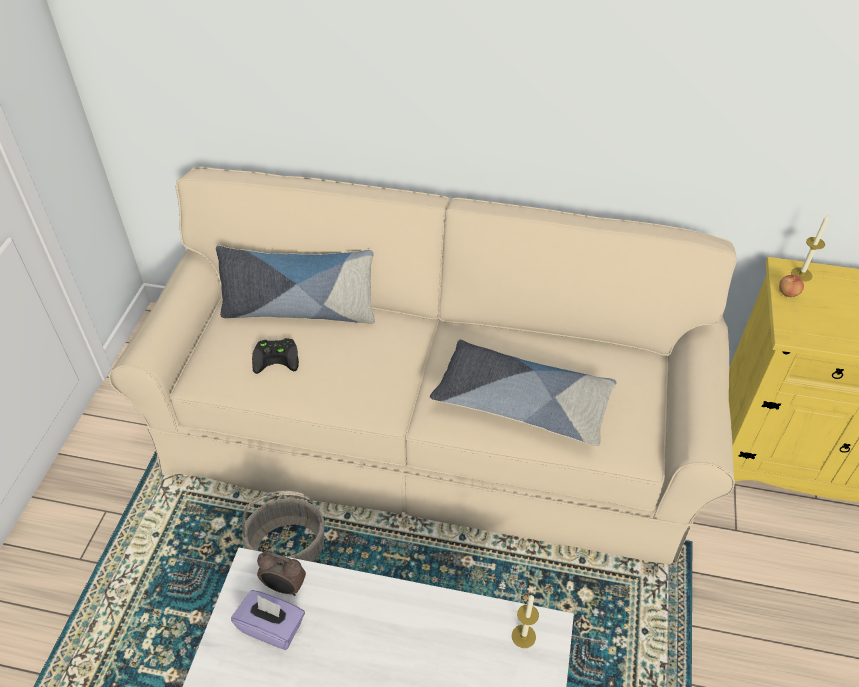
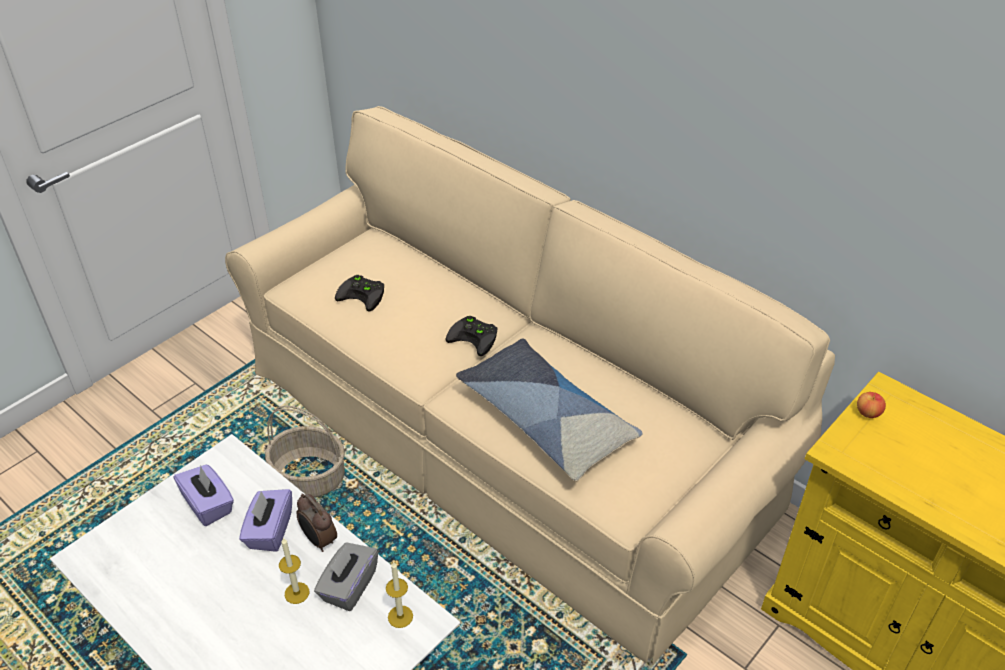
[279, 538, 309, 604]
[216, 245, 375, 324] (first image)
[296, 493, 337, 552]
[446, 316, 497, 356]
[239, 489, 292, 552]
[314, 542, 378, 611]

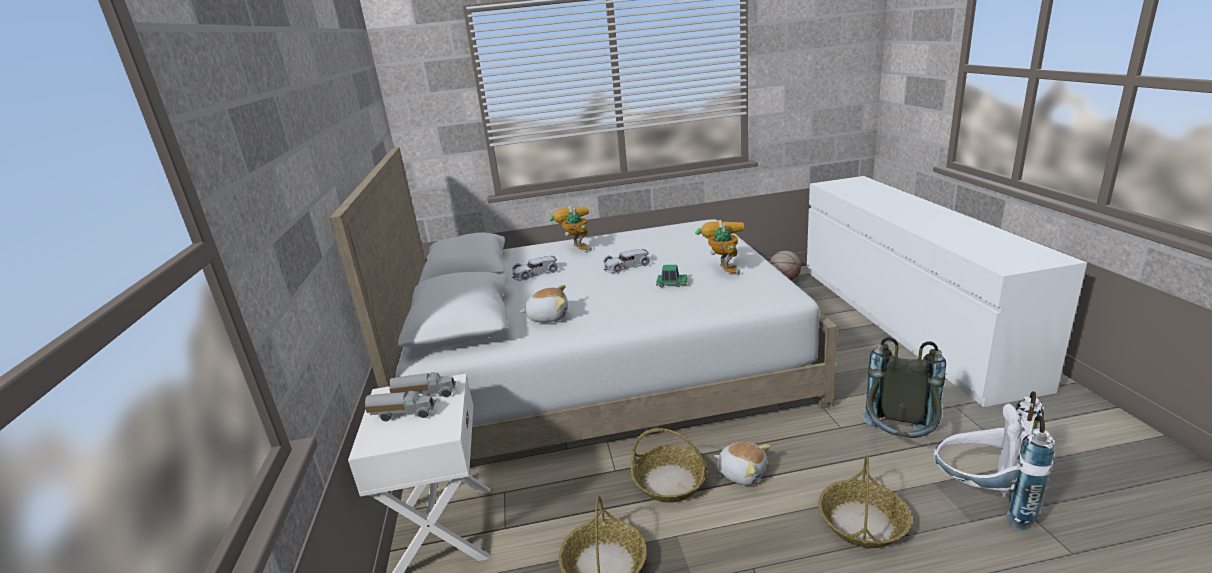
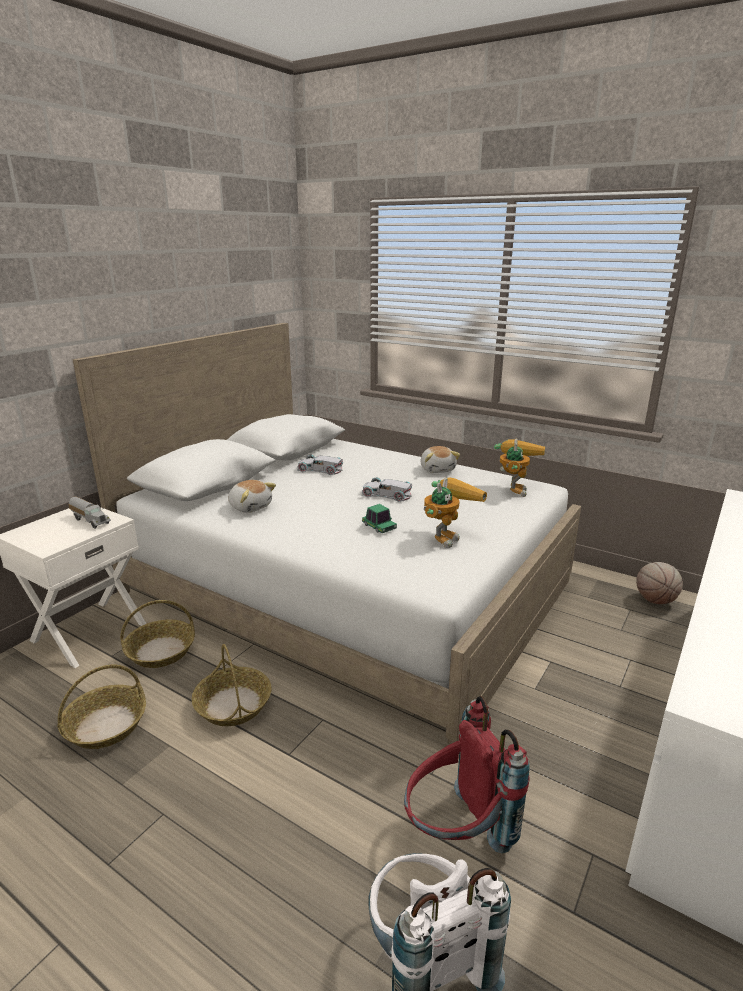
[494, 439, 545, 497]
[404, 696, 530, 854]
[365, 391, 436, 421] (first image)
[421, 446, 460, 473]
[120, 600, 195, 668]

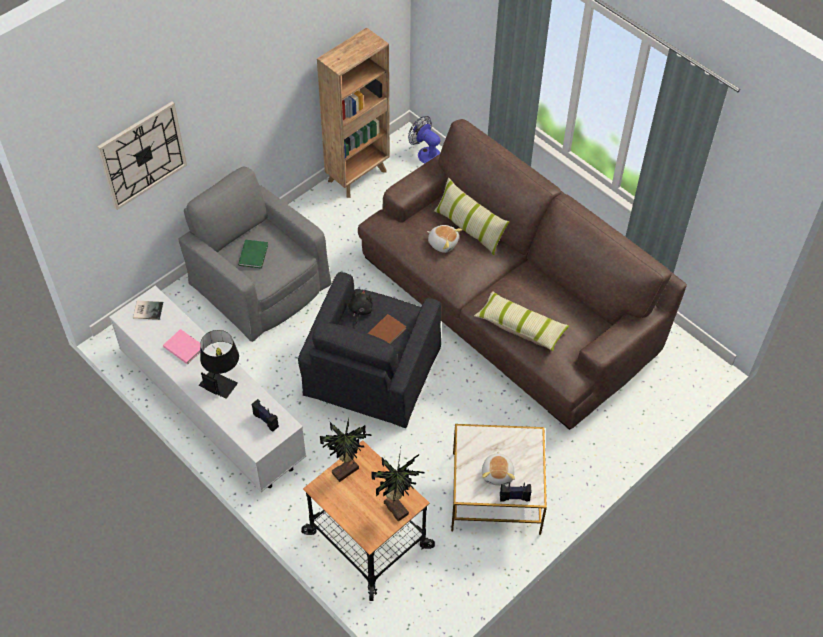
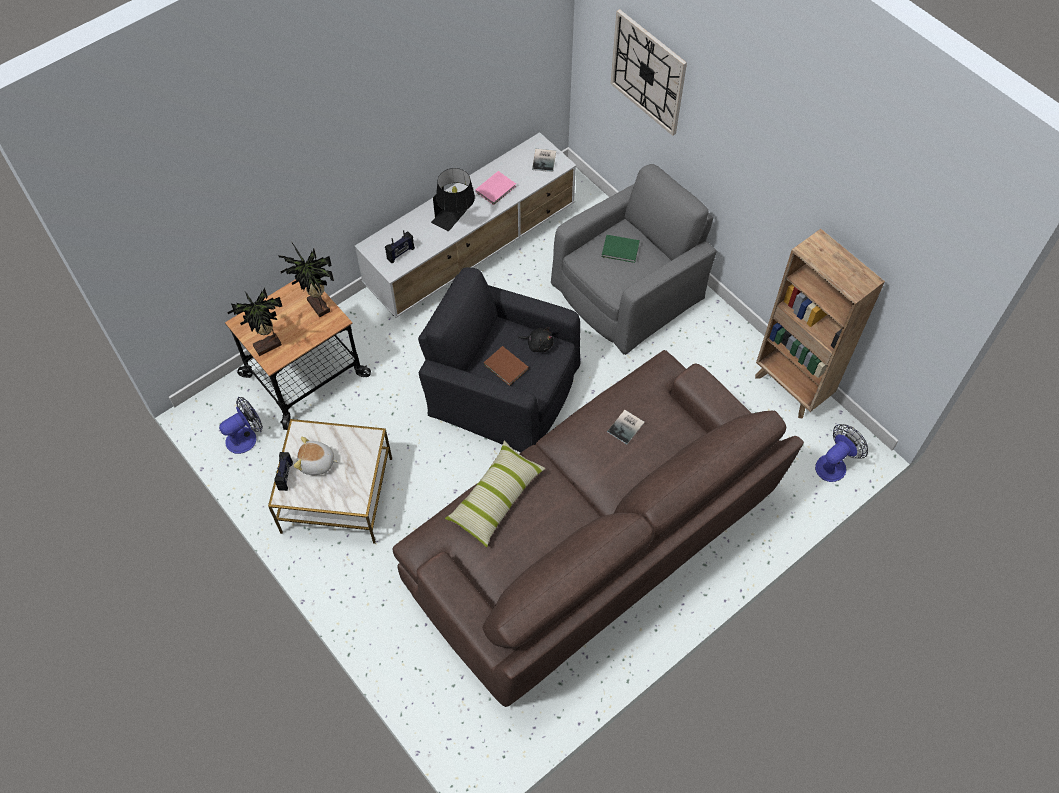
[434, 178, 509, 255] (first image)
[607, 410, 645, 445]
[219, 397, 263, 454]

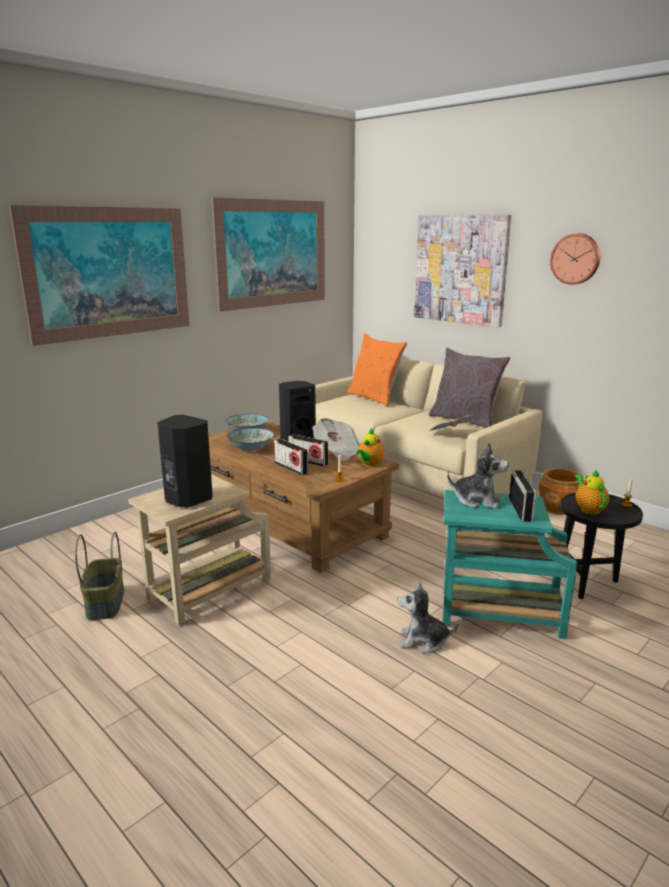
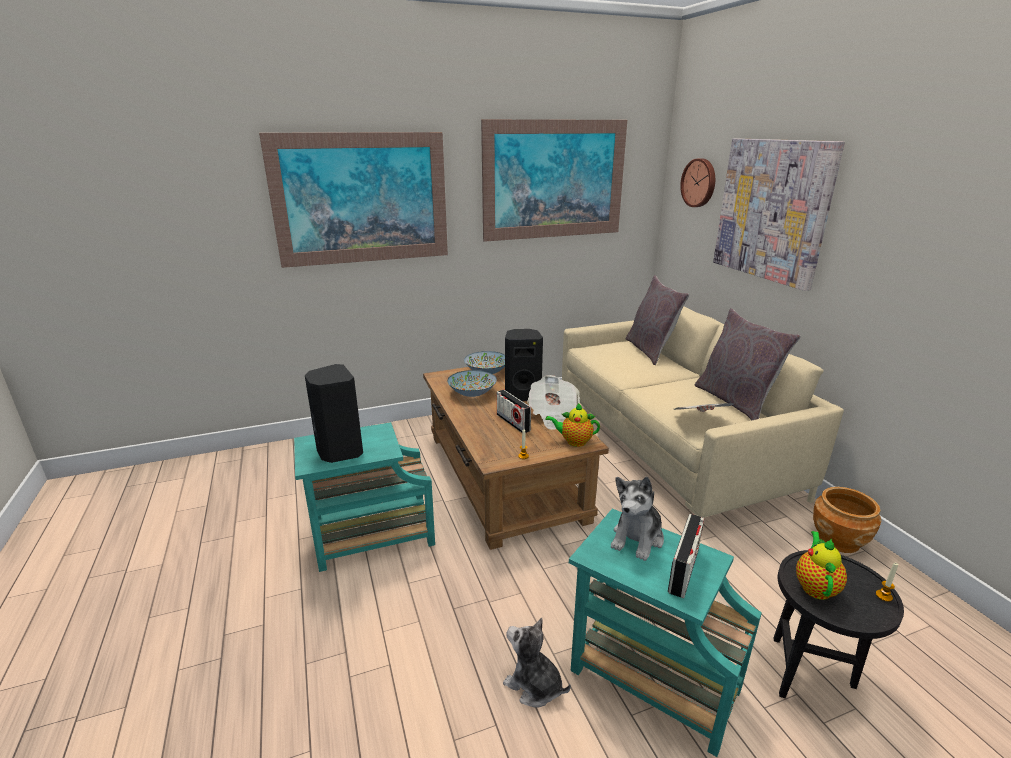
[680, 158, 715, 207]
[626, 275, 690, 365]
[546, 403, 600, 447]
[274, 439, 308, 475] (first image)
[611, 477, 664, 561]
[294, 422, 435, 572]
[75, 532, 124, 620] (first image)

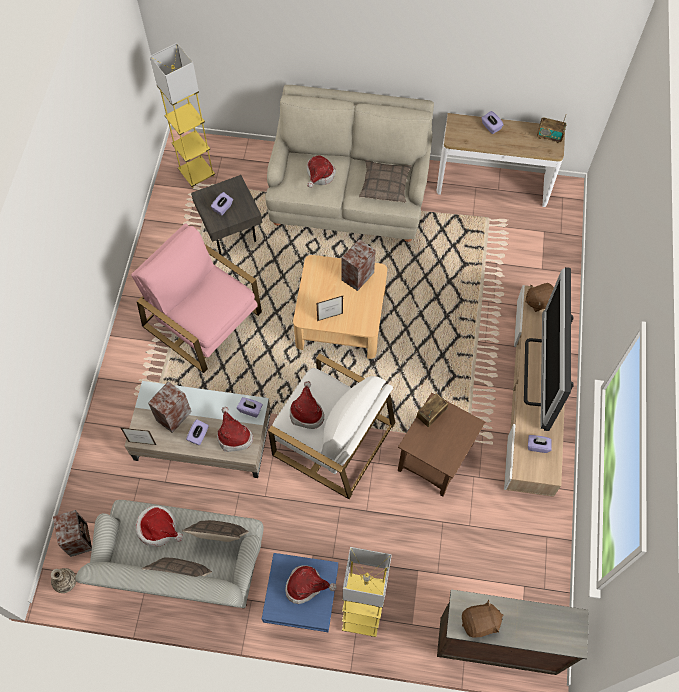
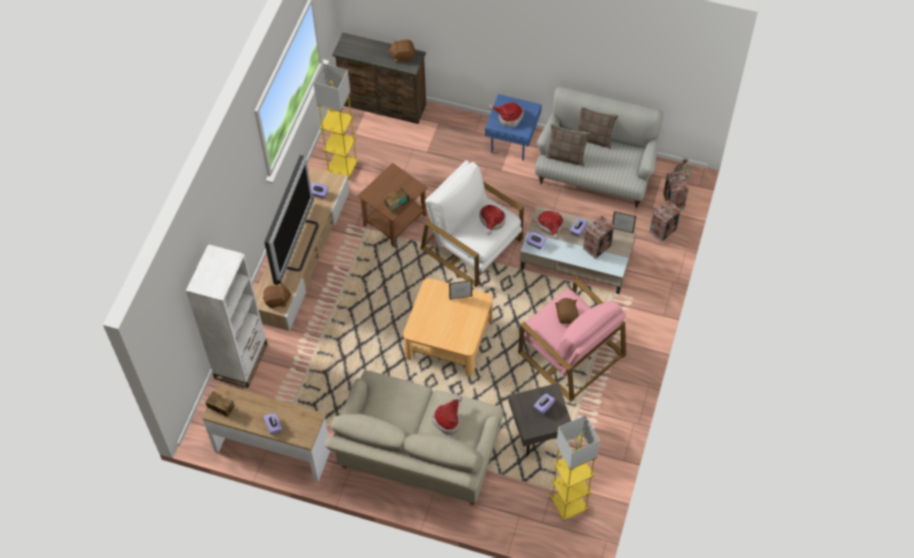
[359, 160, 411, 203] (first image)
[649, 200, 681, 242]
[136, 506, 183, 547] (first image)
[313, 63, 358, 180]
[186, 244, 267, 388]
[555, 298, 579, 324]

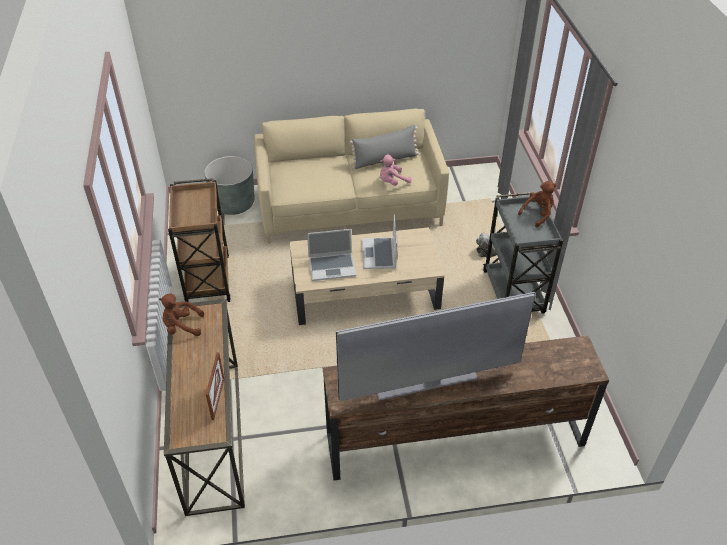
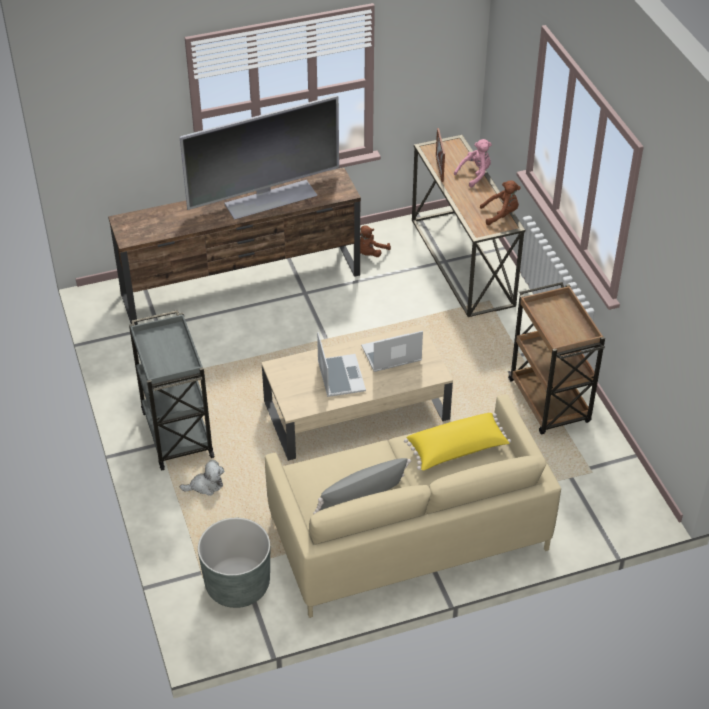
[454, 139, 492, 188]
[198, 518, 270, 608]
[360, 225, 391, 257]
[404, 413, 511, 470]

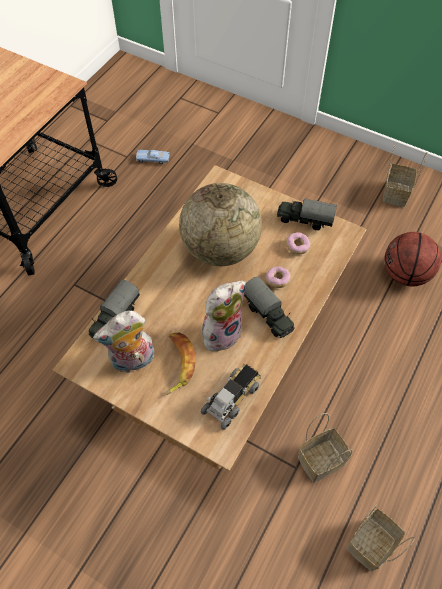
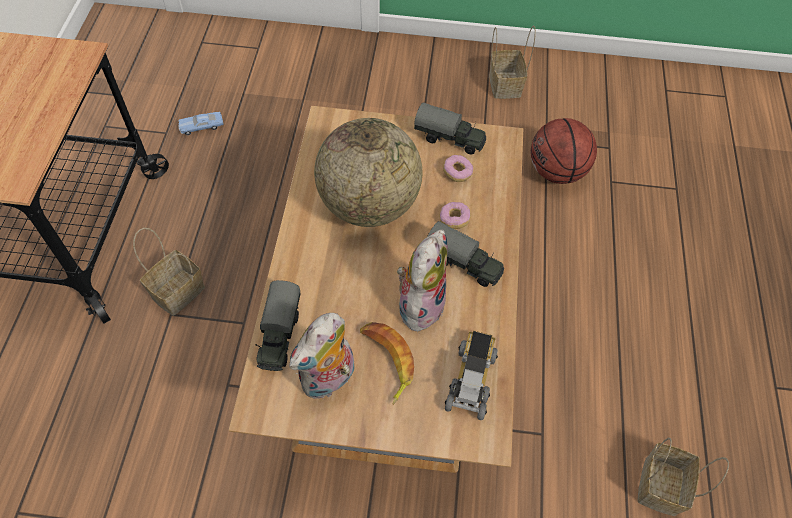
[414, 103, 486, 154]
[133, 228, 205, 316]

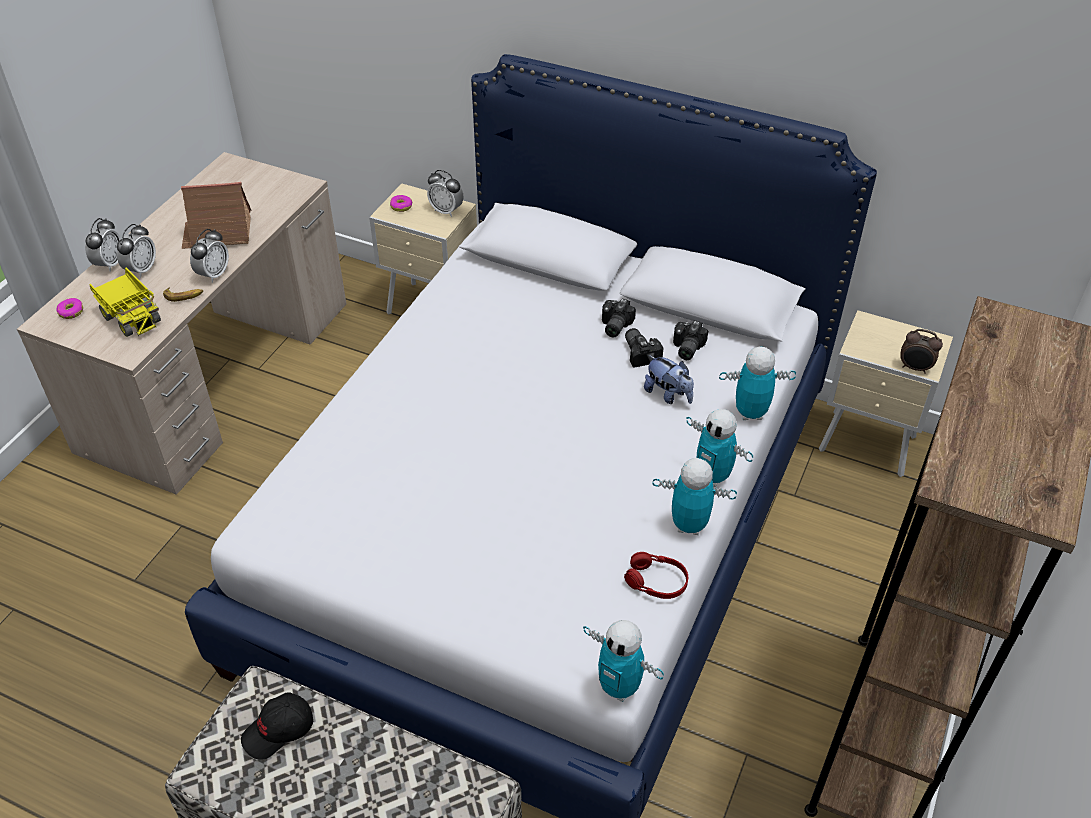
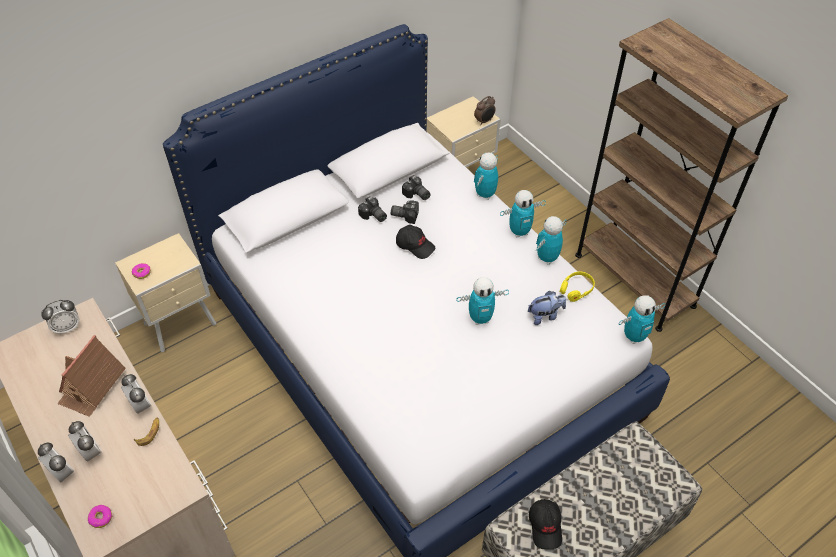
[41, 300, 79, 335]
[89, 268, 161, 337] (first image)
[528, 291, 566, 325]
[560, 271, 595, 302]
[396, 225, 435, 259]
[456, 277, 509, 325]

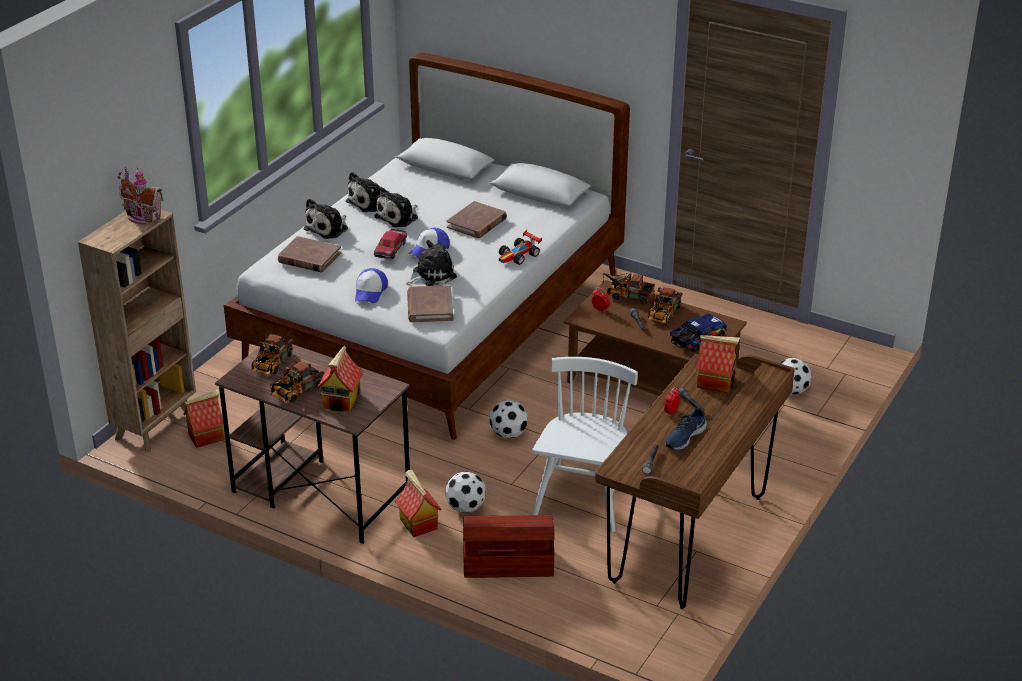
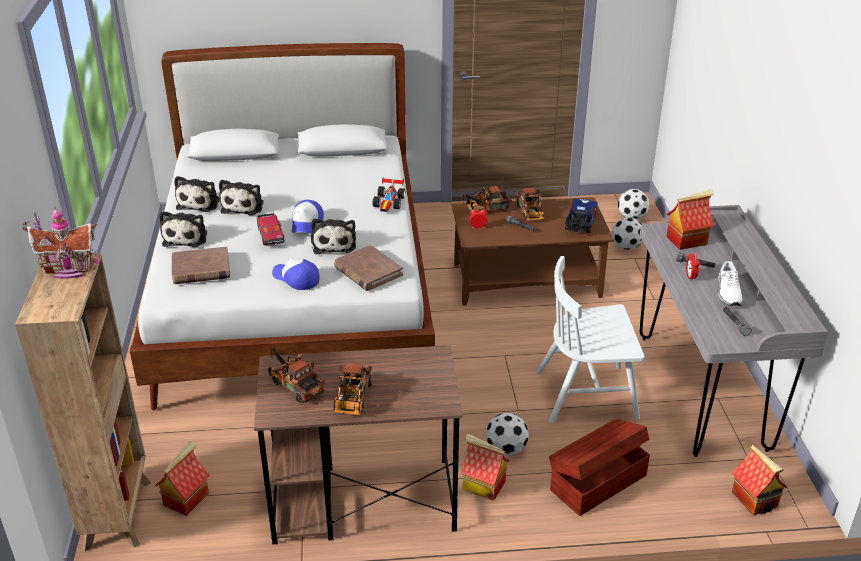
[447, 201, 507, 238] (first image)
[311, 218, 356, 254]
[272, 258, 320, 290]
[268, 346, 325, 403]
[732, 445, 787, 516]
[640, 205, 828, 457]
[536, 256, 645, 423]
[618, 189, 650, 219]
[718, 261, 743, 306]

